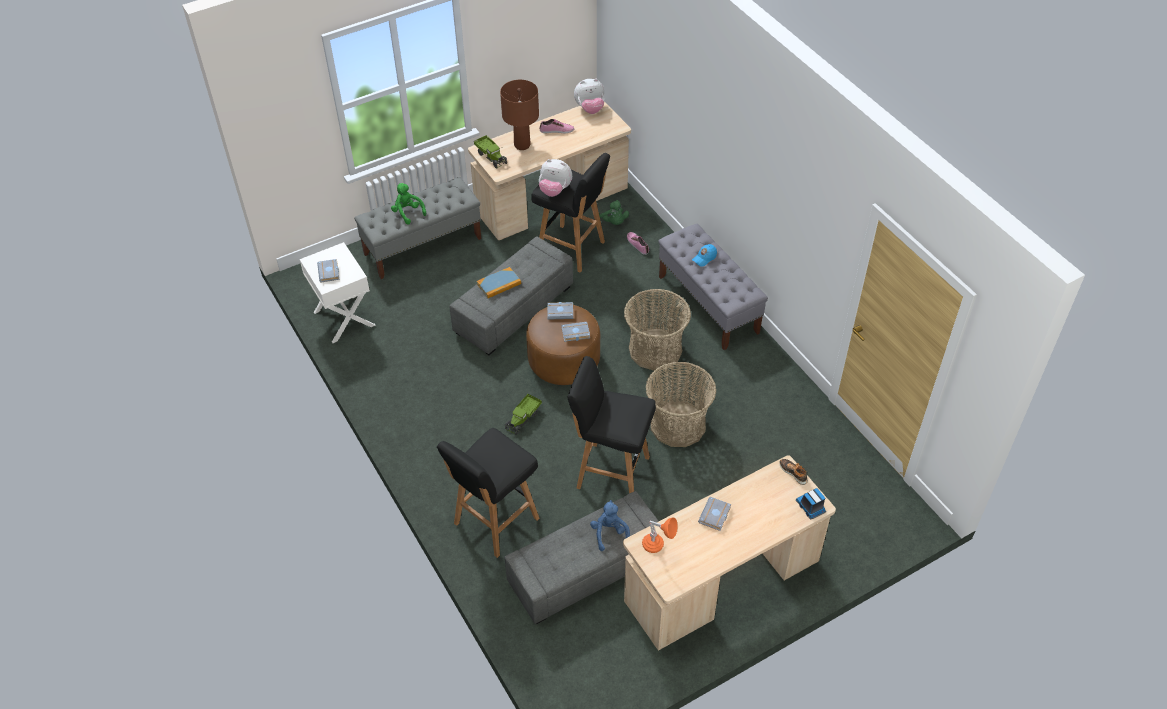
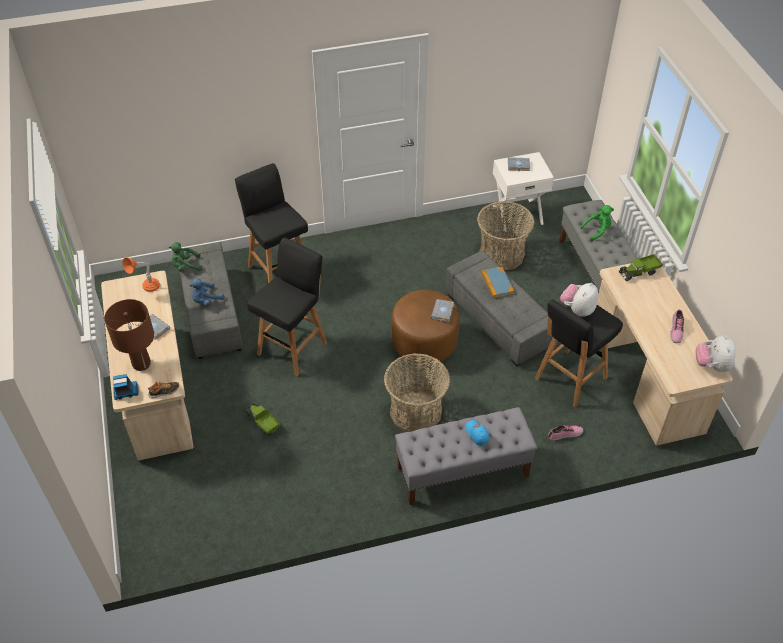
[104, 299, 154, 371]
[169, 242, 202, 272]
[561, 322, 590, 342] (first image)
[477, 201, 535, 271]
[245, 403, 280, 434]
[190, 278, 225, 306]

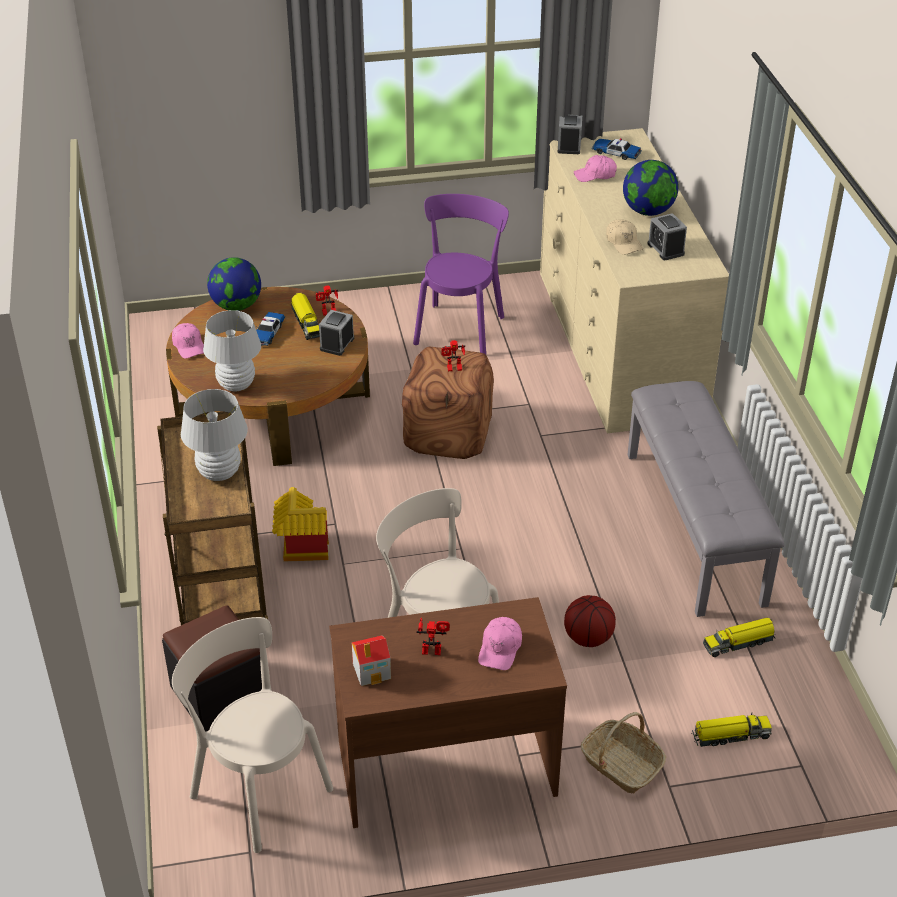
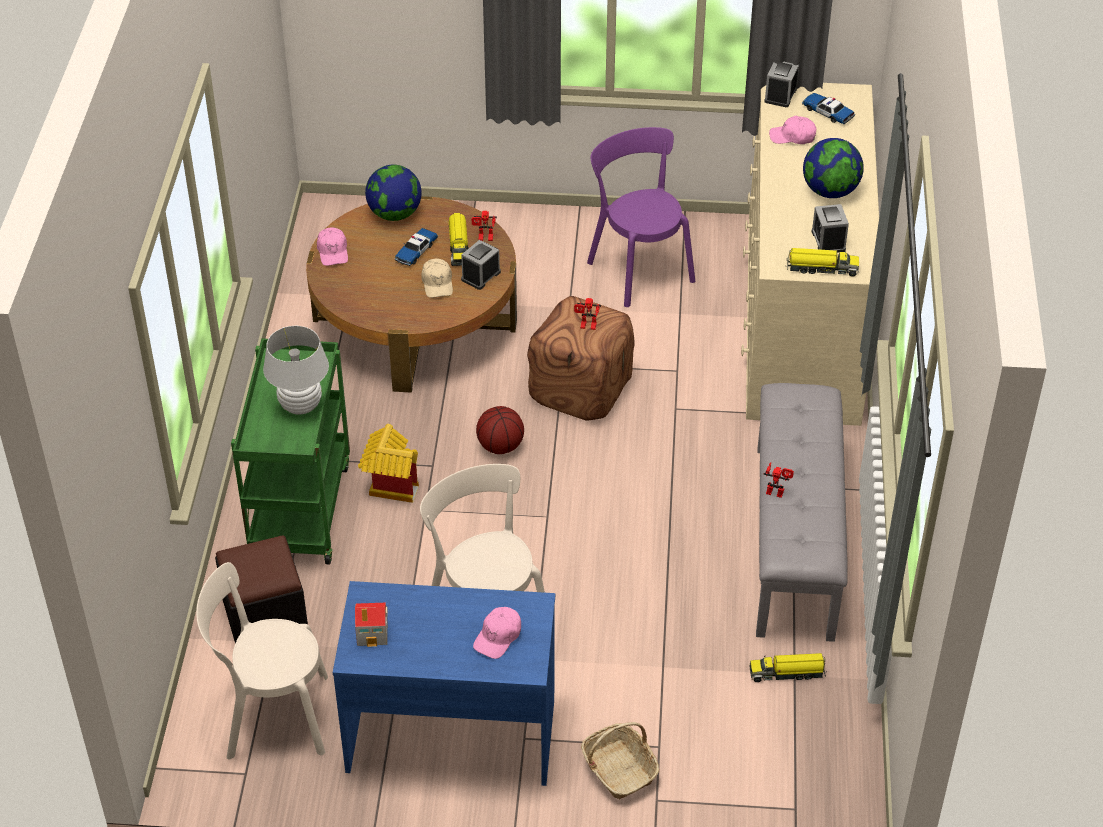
[587, 127, 695, 307]
[421, 259, 453, 298]
[203, 310, 261, 392] (first image)
[231, 338, 350, 564]
[476, 406, 524, 454]
[333, 581, 555, 786]
[196, 562, 328, 760]
[763, 463, 794, 498]
[786, 248, 859, 277]

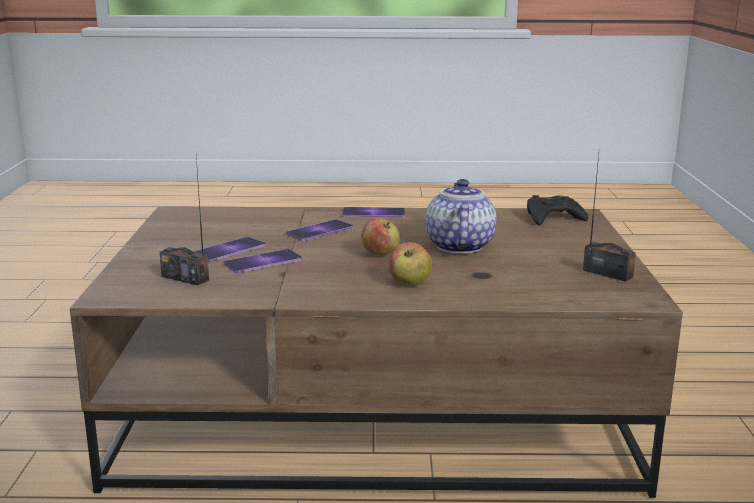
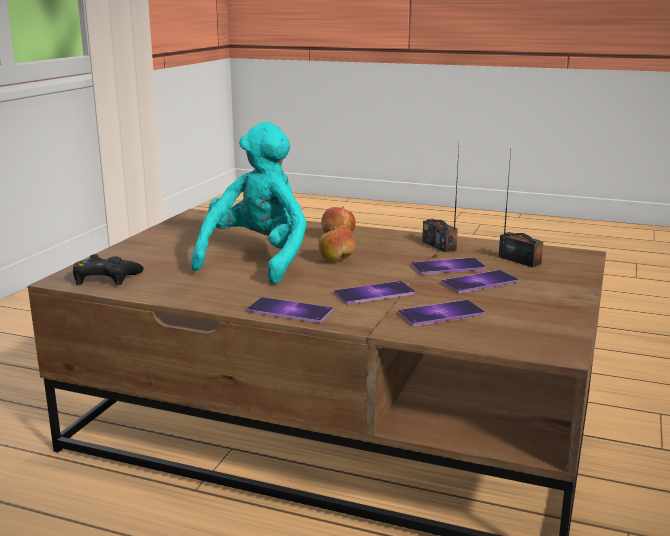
[422, 148, 459, 252]
[191, 122, 307, 285]
[398, 300, 485, 326]

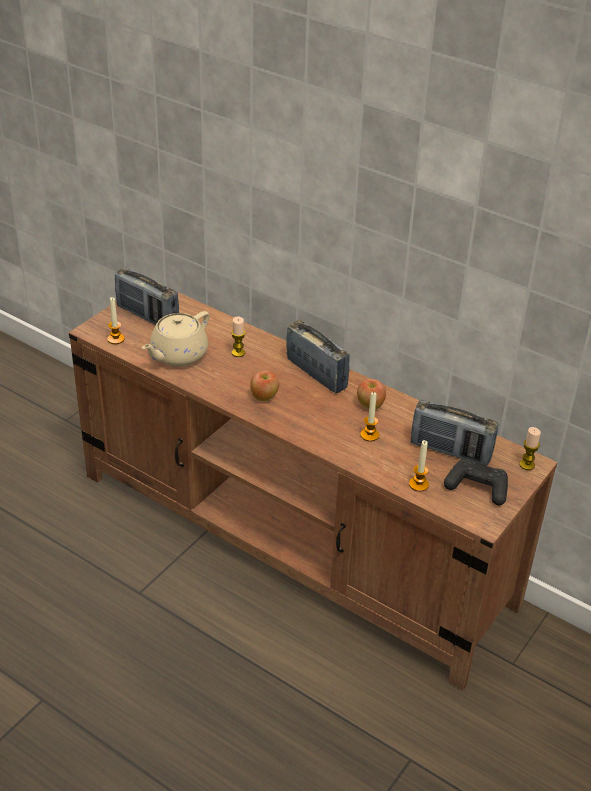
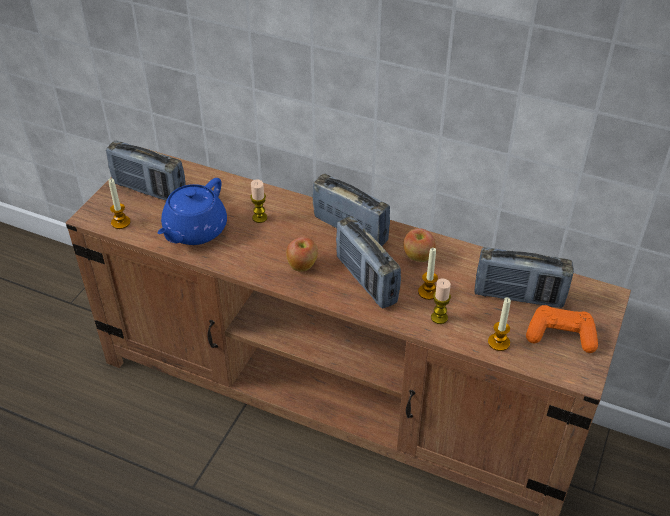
[158, 178, 227, 245]
[431, 279, 451, 324]
[526, 305, 598, 353]
[336, 216, 401, 308]

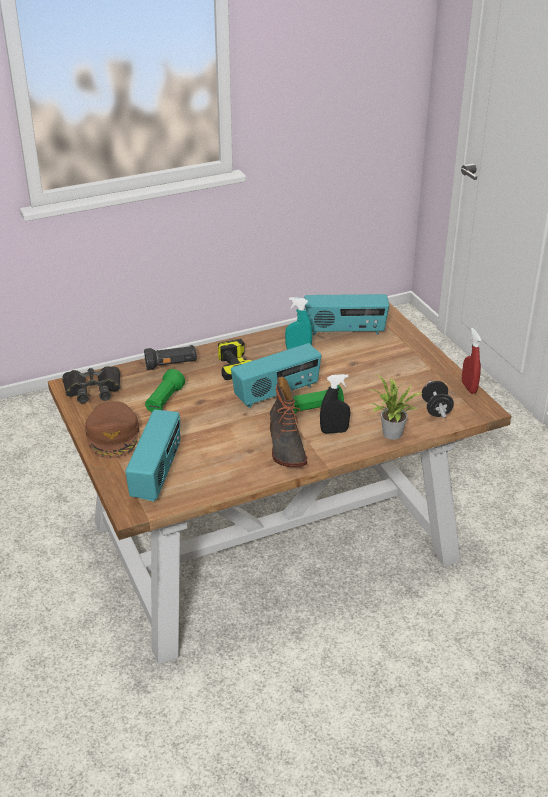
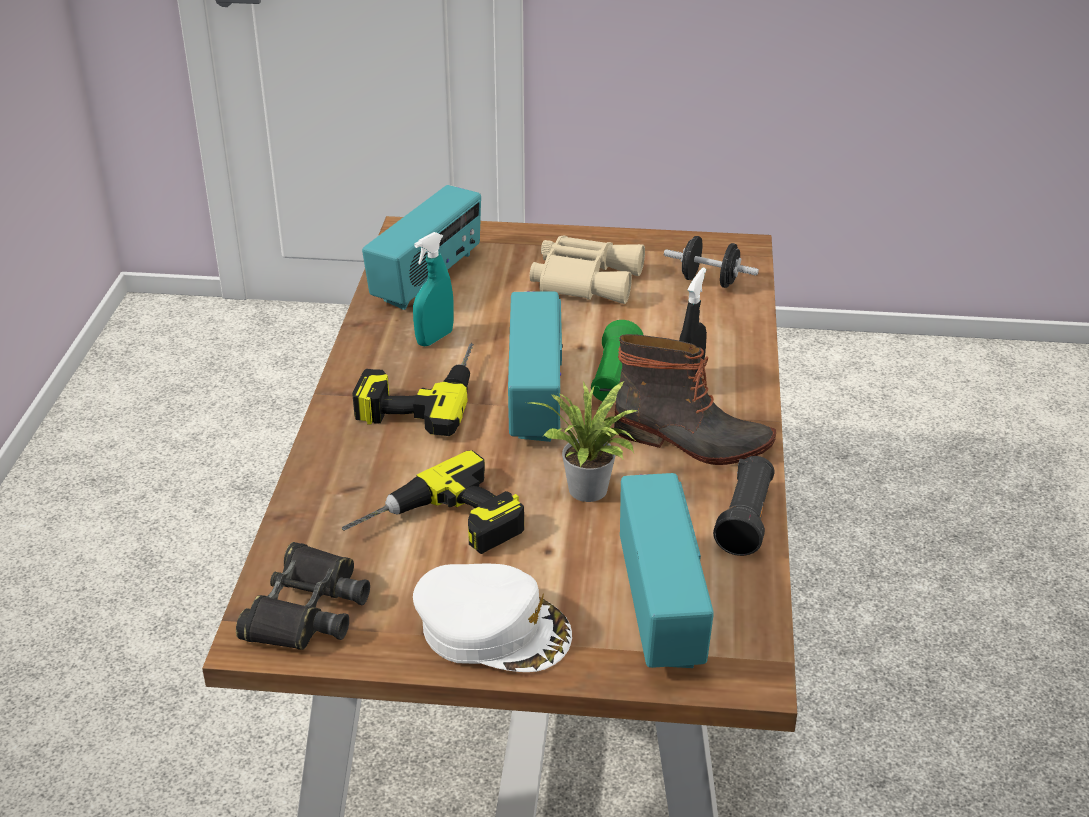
[462, 328, 482, 394] (first image)
[713, 456, 774, 556]
[342, 450, 524, 554]
[530, 381, 637, 502]
[413, 564, 572, 672]
[620, 473, 714, 668]
[530, 236, 645, 304]

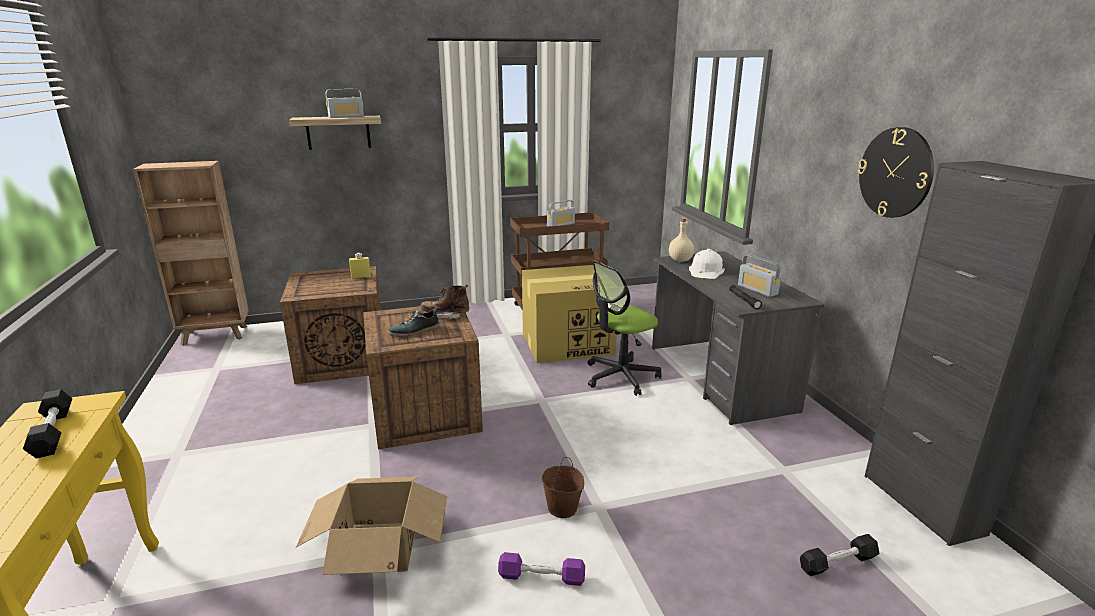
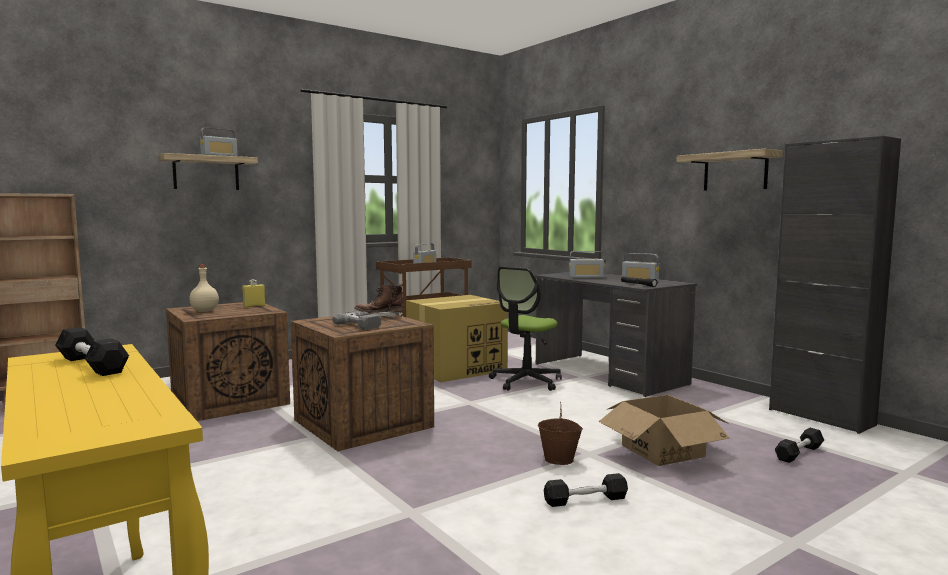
[676, 149, 783, 191]
[189, 264, 219, 312]
[569, 251, 604, 278]
[333, 312, 381, 330]
[599, 395, 729, 466]
[544, 473, 628, 507]

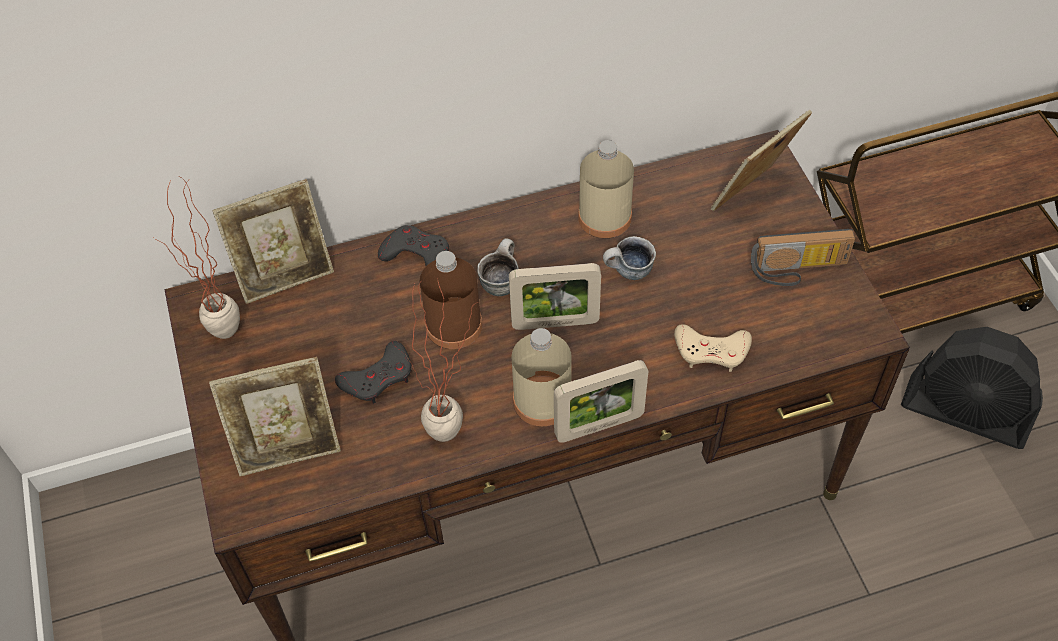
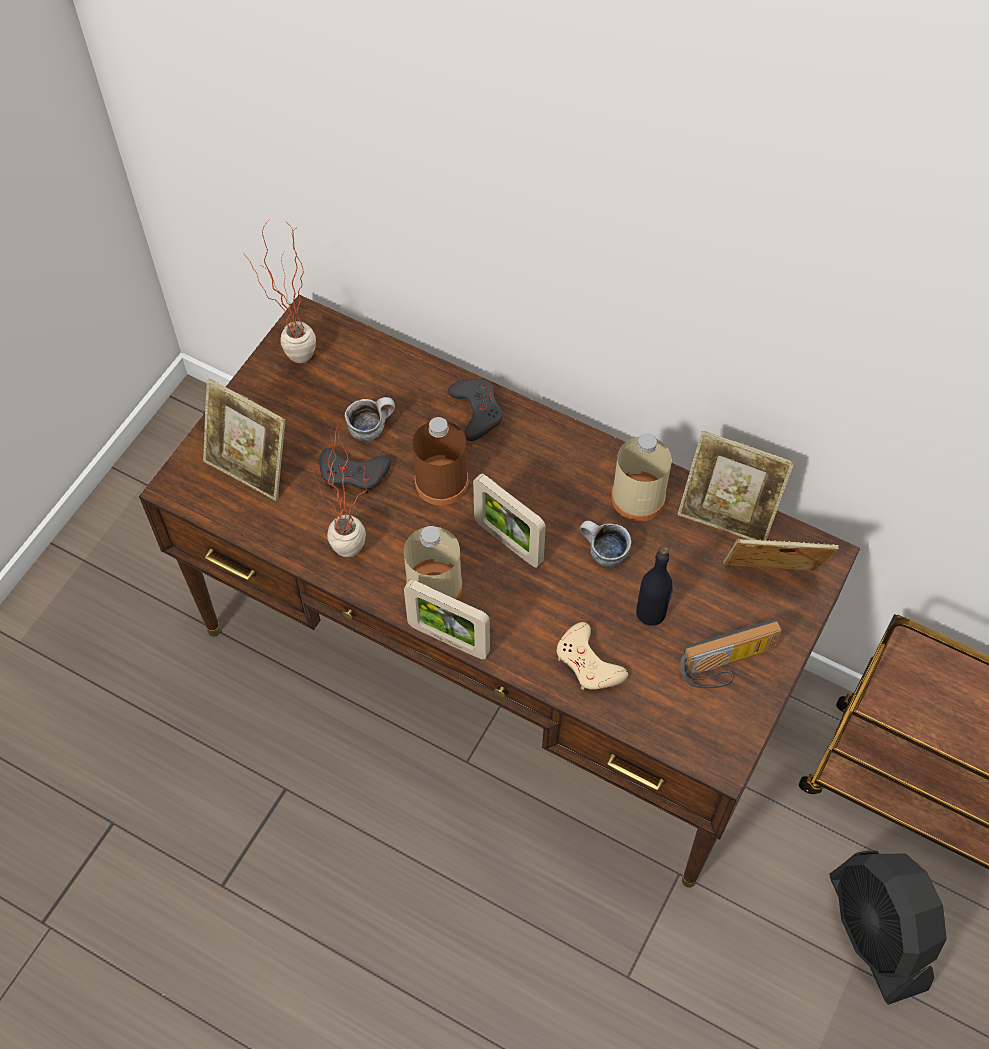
[677, 431, 794, 541]
[680, 619, 782, 688]
[345, 397, 395, 441]
[636, 546, 673, 626]

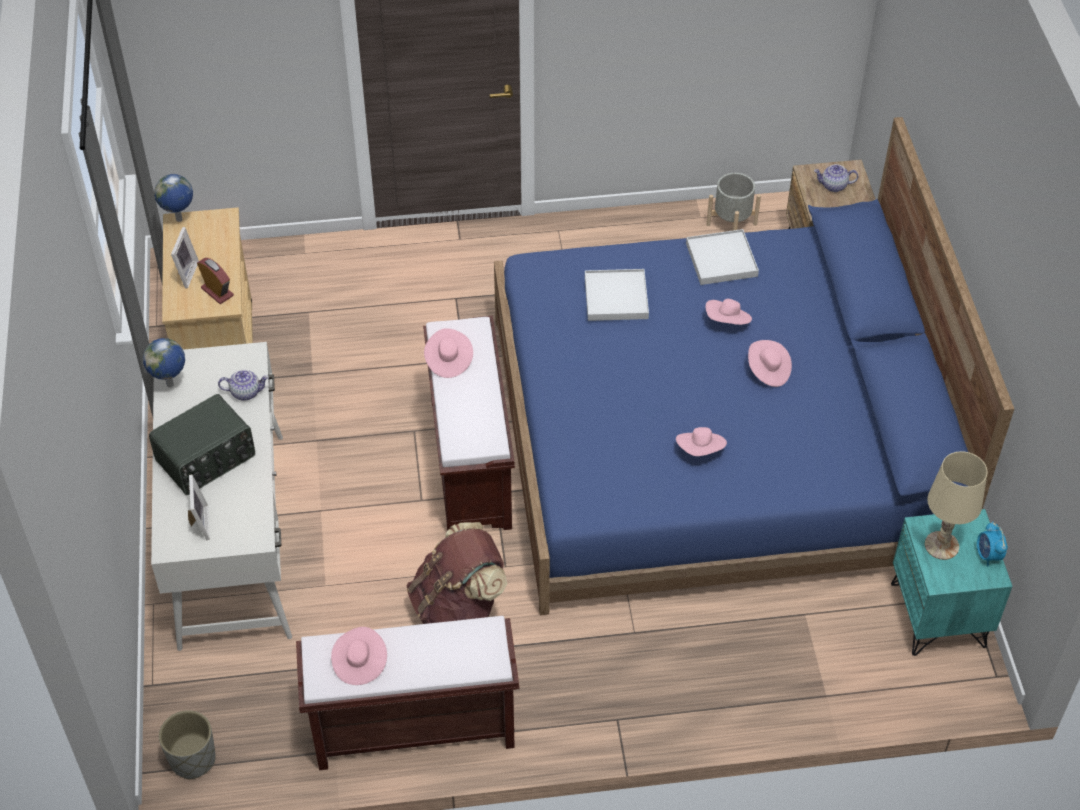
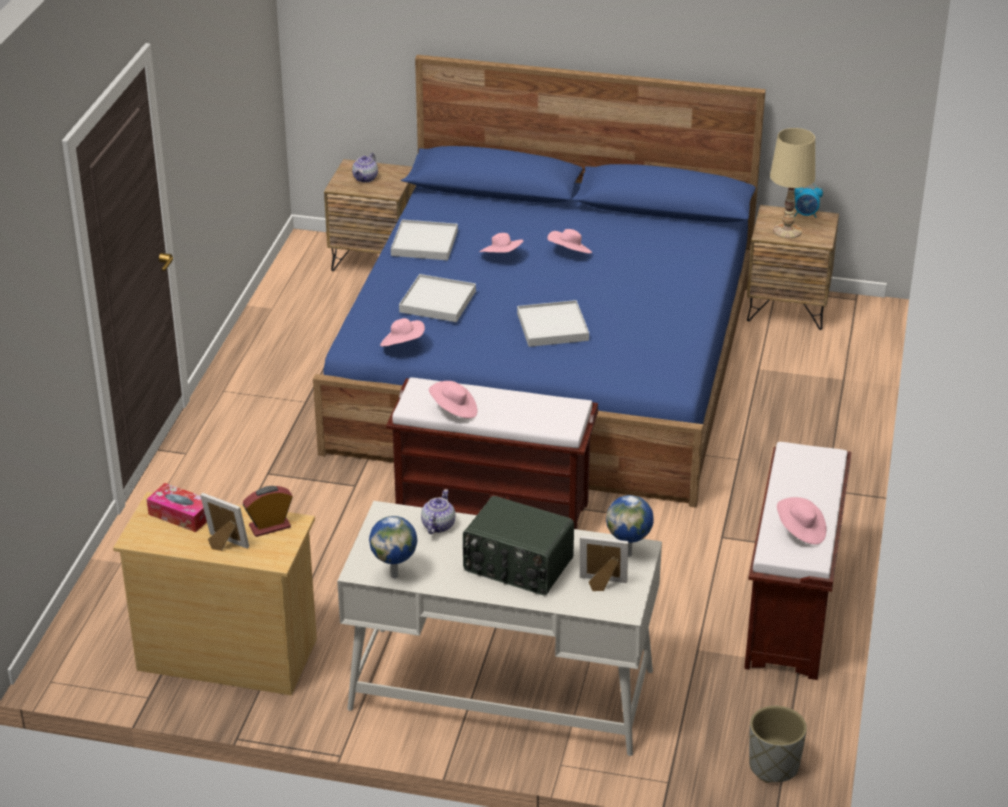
[706, 173, 761, 230] (first image)
[606, 495, 654, 557]
[463, 496, 574, 595]
[380, 318, 425, 347]
[747, 205, 839, 330]
[407, 522, 507, 624] (first image)
[517, 300, 589, 347]
[147, 483, 207, 532]

